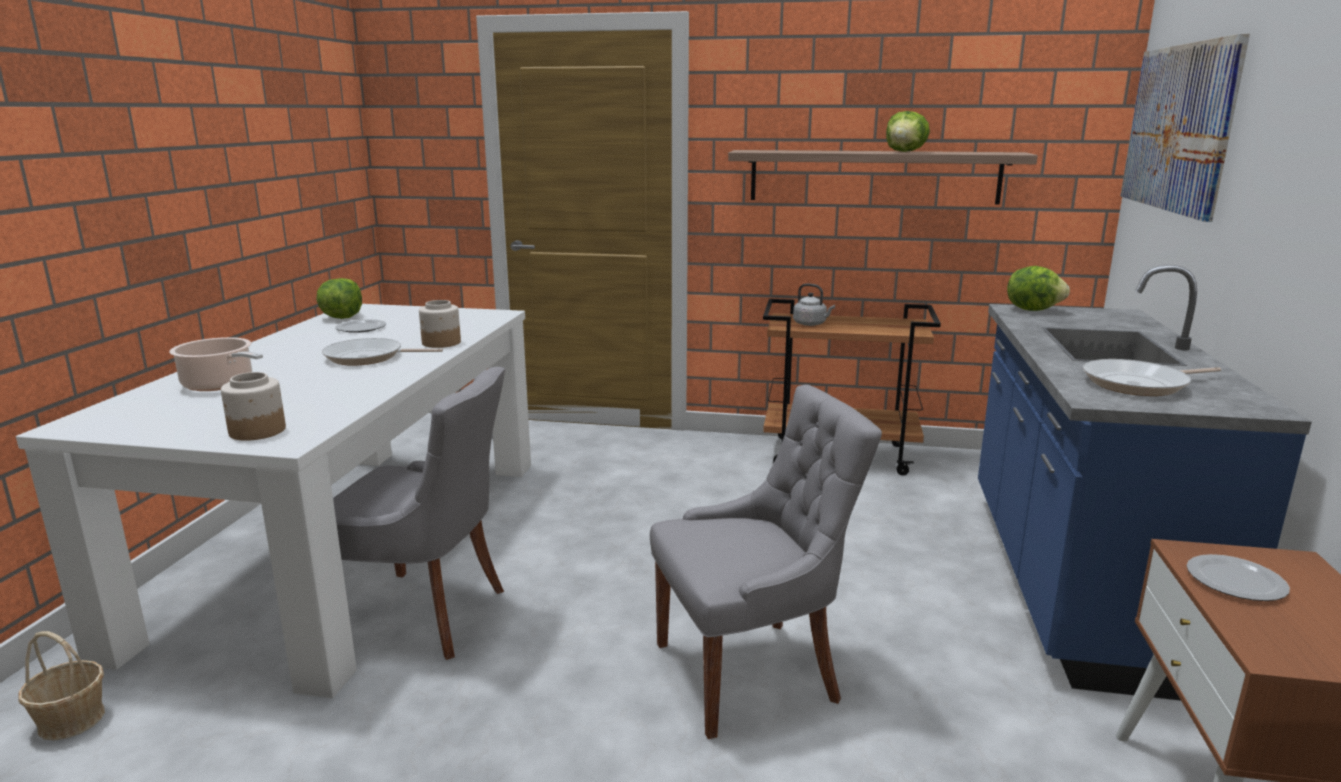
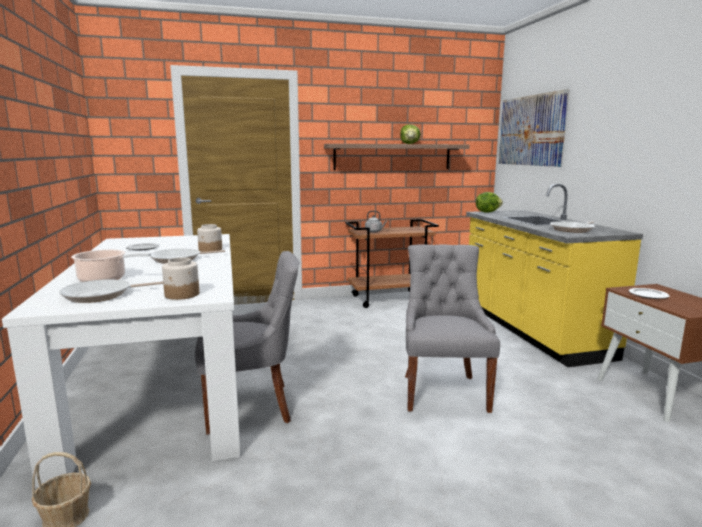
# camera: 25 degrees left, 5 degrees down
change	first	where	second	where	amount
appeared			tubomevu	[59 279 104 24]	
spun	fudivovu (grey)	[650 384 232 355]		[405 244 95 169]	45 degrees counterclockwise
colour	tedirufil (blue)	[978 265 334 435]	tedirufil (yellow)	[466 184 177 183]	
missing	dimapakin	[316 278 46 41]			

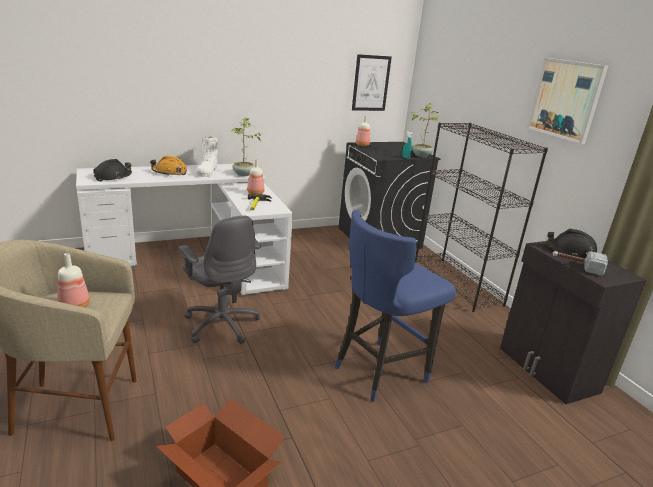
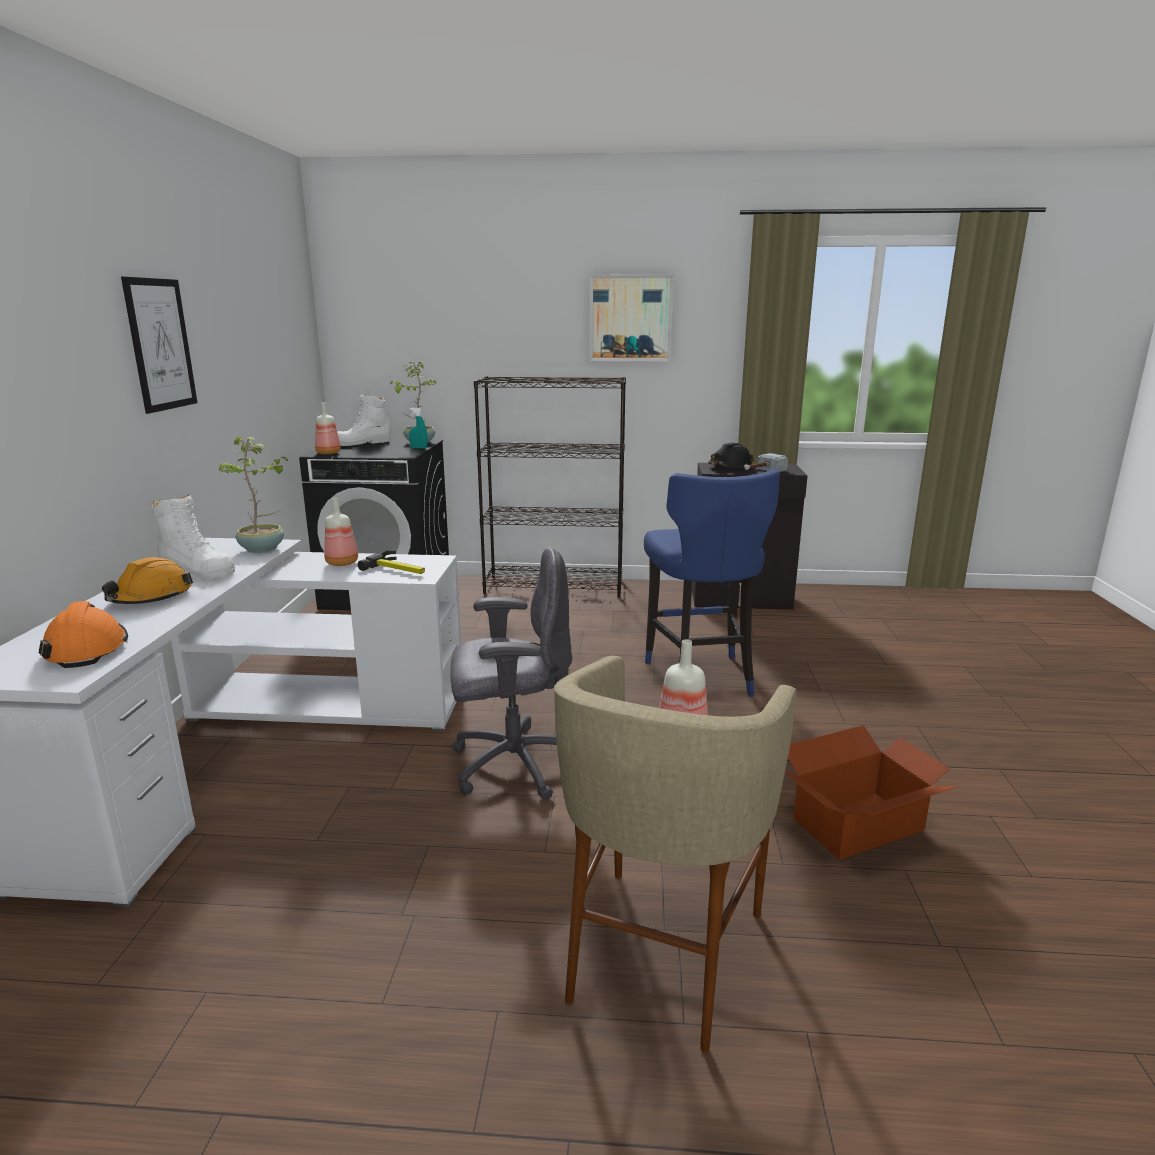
# camera: 60 degrees left, 5 degrees down
change	first	where	second	where	amount
colour	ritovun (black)	[93 159 39 22]	ritovun (orange)	[39 601 89 67]	
relocated	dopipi	[352 54 40 57]		[121 277 76 137]	
appeared			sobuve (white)	[337 394 54 52]	

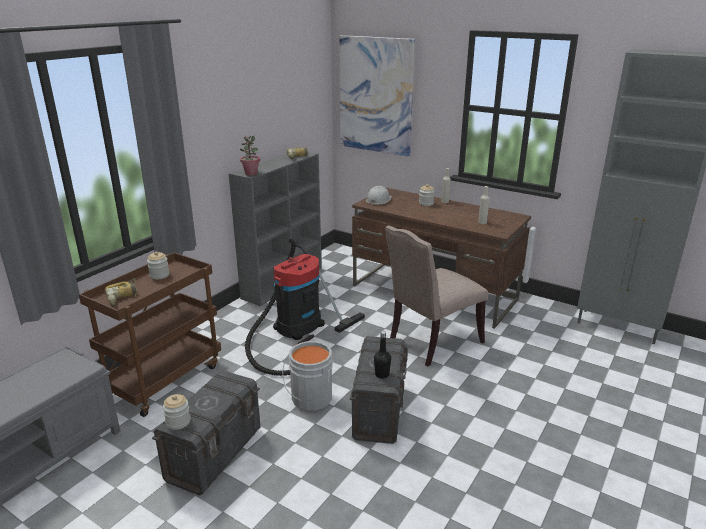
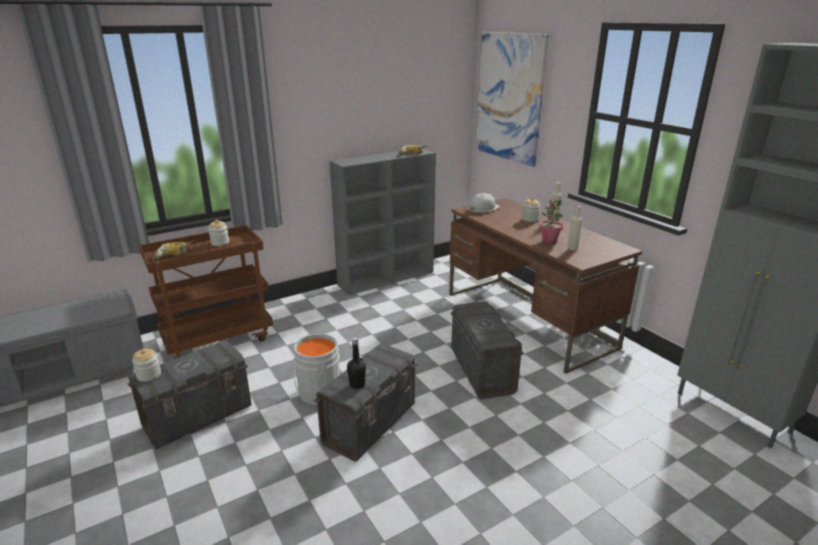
# camera: 25 degrees right, 0 degrees up
change	first	where	second	where	amount
exchanged	fudivovu (beige)	[385 225 103 142]	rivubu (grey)	[451 301 73 98]	
relocated	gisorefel	[240 136 20 39]		[540 199 23 45]	
missing	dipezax	[245 239 120 137]			

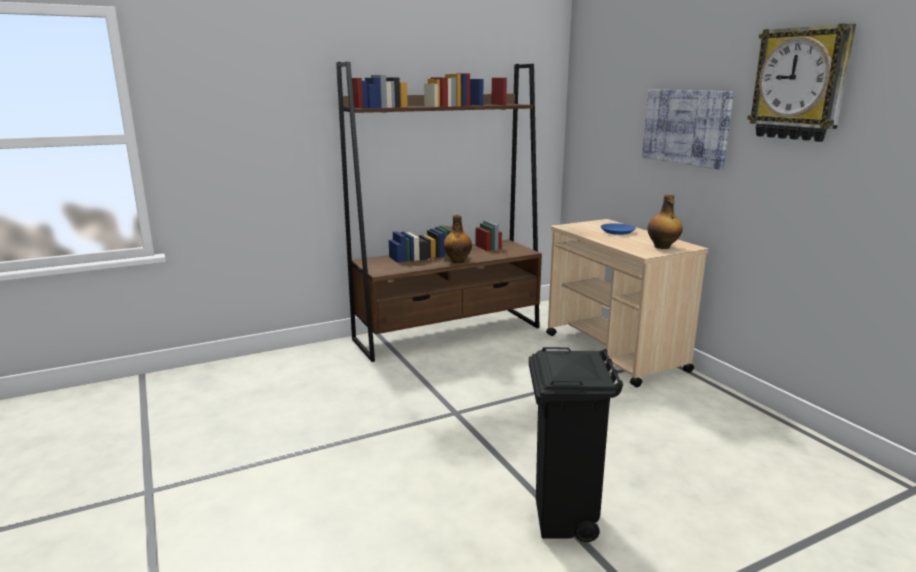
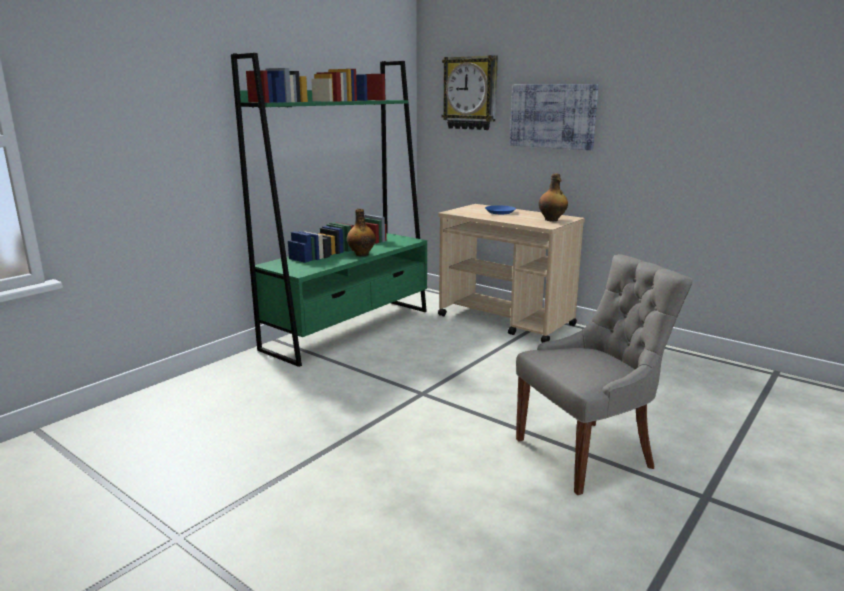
# camera: 25 degrees left, 0 degrees up
change	first	where	second	where	amount
colour	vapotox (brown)	[336 62 206 300]	vapotox (green)	[231 53 196 314]	
relocated	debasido	[747 23 109 119]		[442 55 56 75]	
exchanged	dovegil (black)	[529 347 94 195]	fudivovu (grey)	[516 254 177 241]	

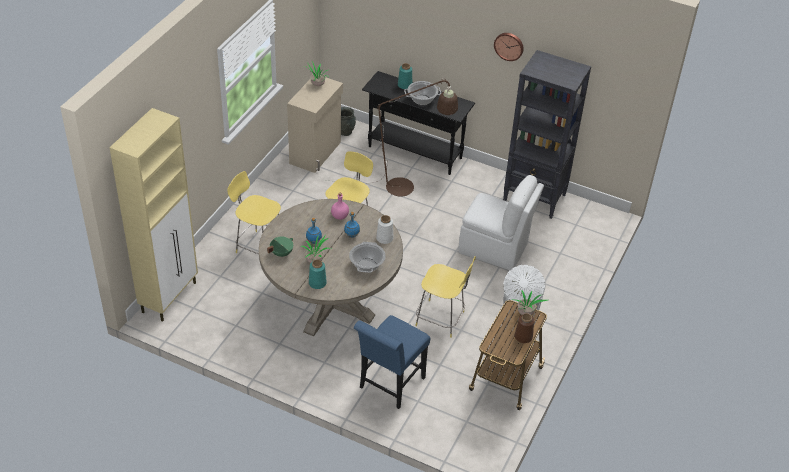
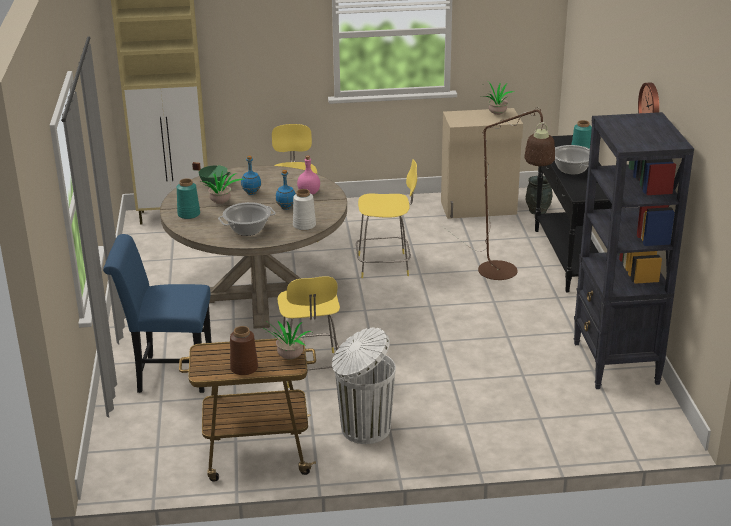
# camera: 60 degrees right, 15 degrees down
change	first	where	second	where	amount
missing	fudivovu (white)	[459 175 85 95]			

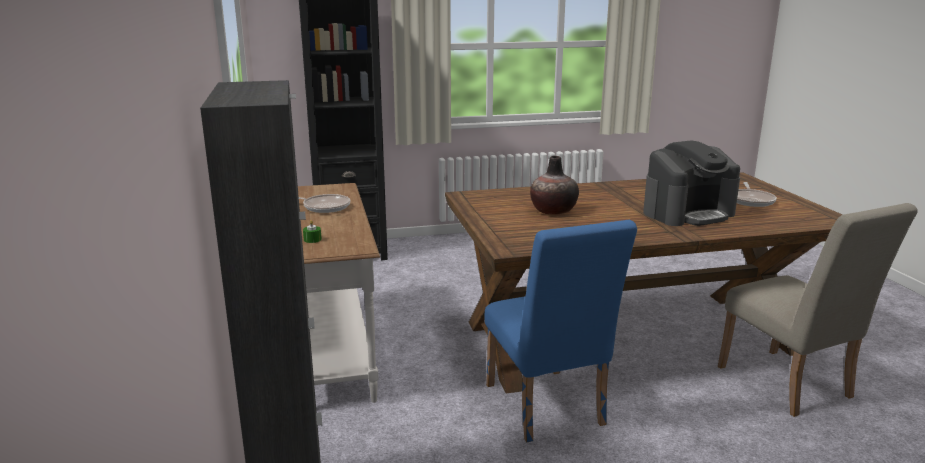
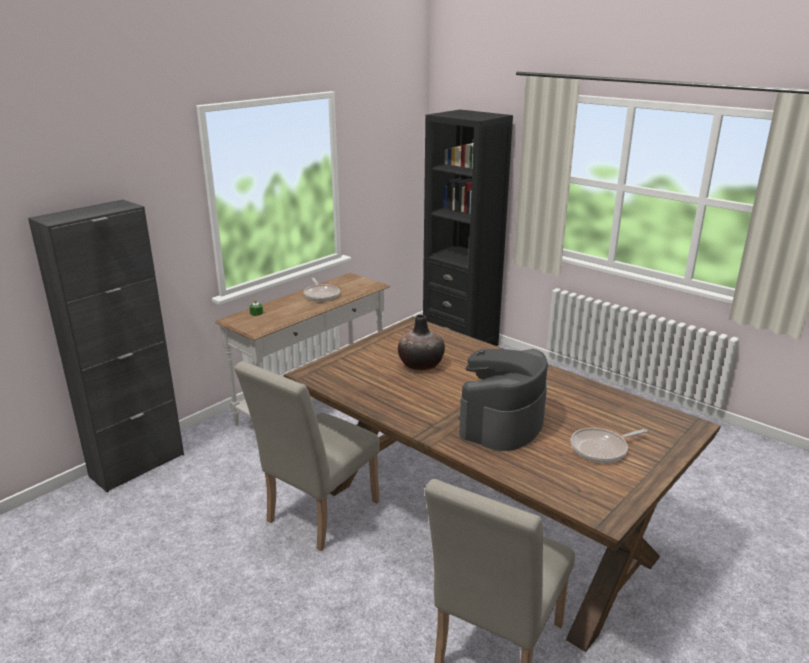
# camera: 55 degrees right, 5 degrees up
change	first	where	second	where	amount
colour	fudivovu (blue)	[484 220 153 222]	fudivovu (beige)	[234 361 146 190]	
spun	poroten	[643 140 97 86]		[458 349 90 102]	90 degrees clockwise

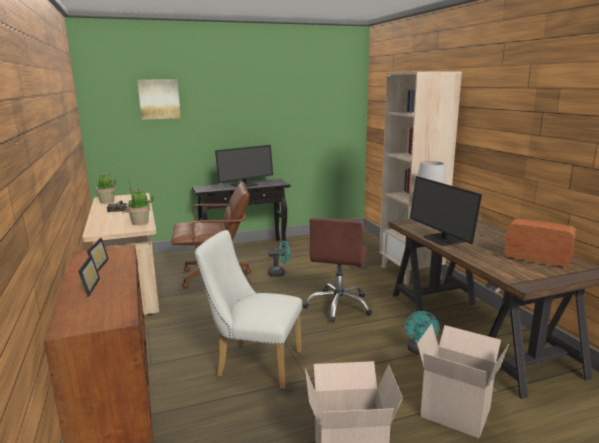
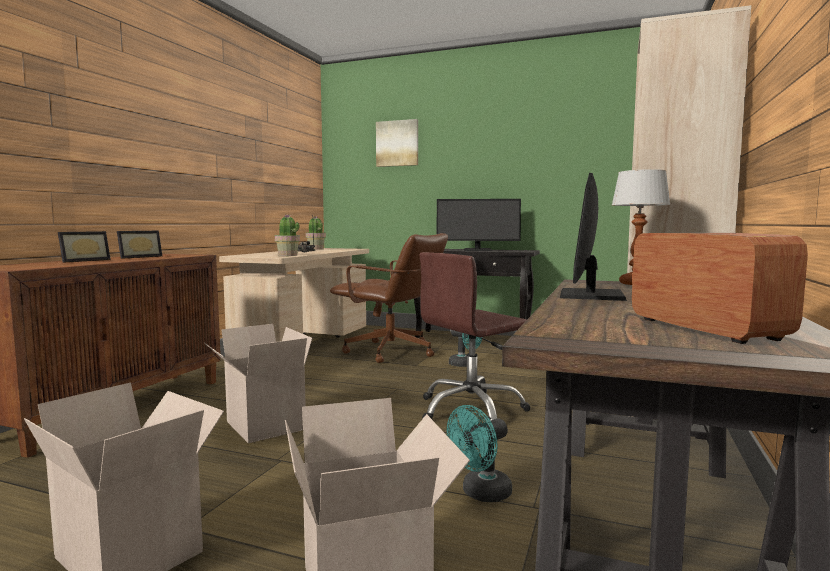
# camera: 40 degrees right, 10 degrees down
change	first	where	second	where	amount
exchanged	fudivovu (white)	[195 230 107 159]	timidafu	[204 324 109 119]	

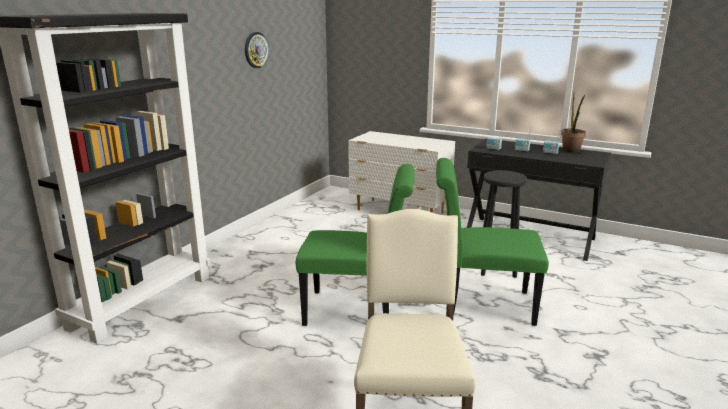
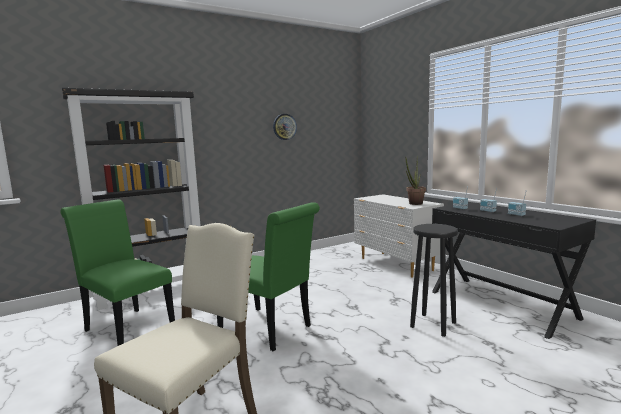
# camera: 30 degrees right, 10 degrees down
change	first	where	second	where	amount
relocated	fudivovu (green)	[436 158 113 168]		[60 200 115 146]	
relocated	gisorefel	[561 94 25 59]		[405 158 21 47]	

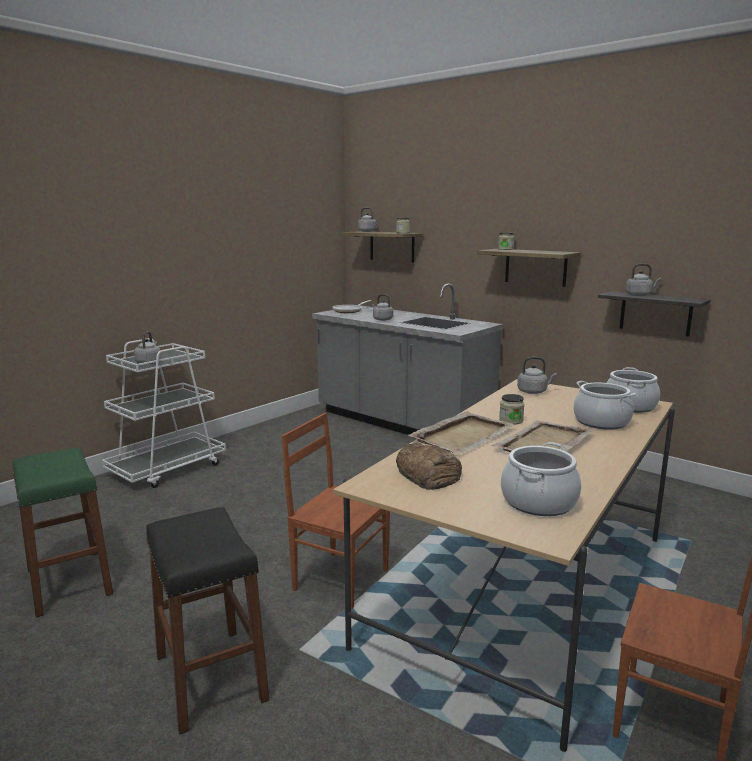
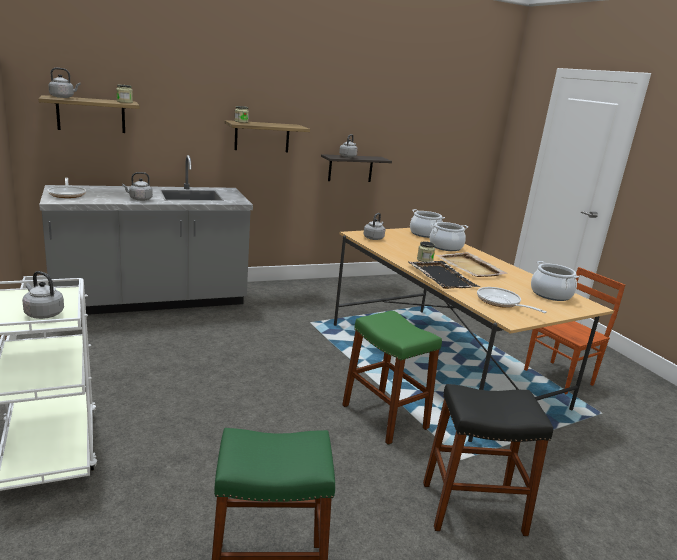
# camera: 65 degrees left, 5 degrees up
change	first	where	second	where	amount
exchanged	fudivovu (brown)	[282 413 108 196]	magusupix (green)	[342 311 100 134]	
colour	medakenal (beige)	[408 411 107 43]	medakenal (black)	[408 261 72 28]	
exchanged	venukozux	[396 443 66 47]	tubomevu	[477 287 70 26]	

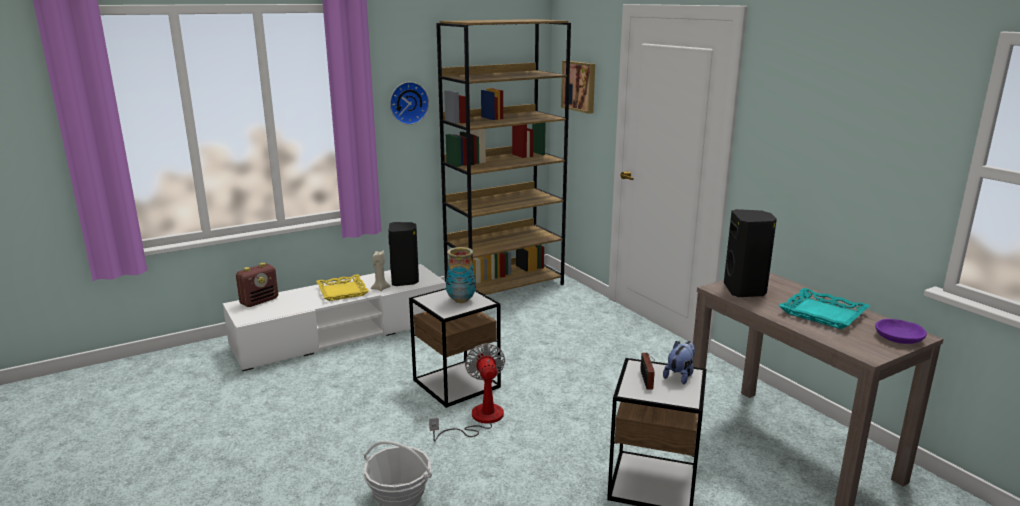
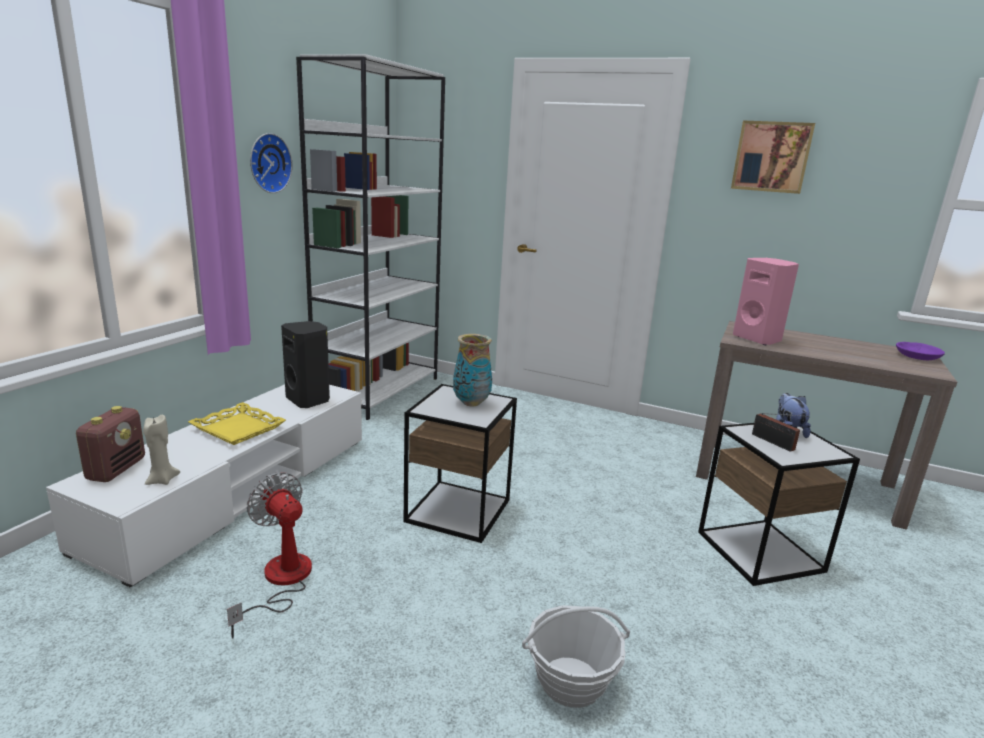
# camera: 35 degrees left, 0 degrees up
change	first	where	second	where	amount
relocated	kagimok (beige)	[371 251 20 40]		[143 415 37 70]	
relocated	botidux	[429 343 76 99]		[227 472 85 167]	
colour	vapotox (brown)	[436 19 135 276]	vapotox (white)	[296 54 149 366]	
relocated	dopipi	[561 61 34 53]		[731 120 84 74]	
colour	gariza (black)	[724 209 53 88]	gariza (pink)	[733 258 66 87]	
missing	medakenal (turquoise)	[779 288 91 41]			

